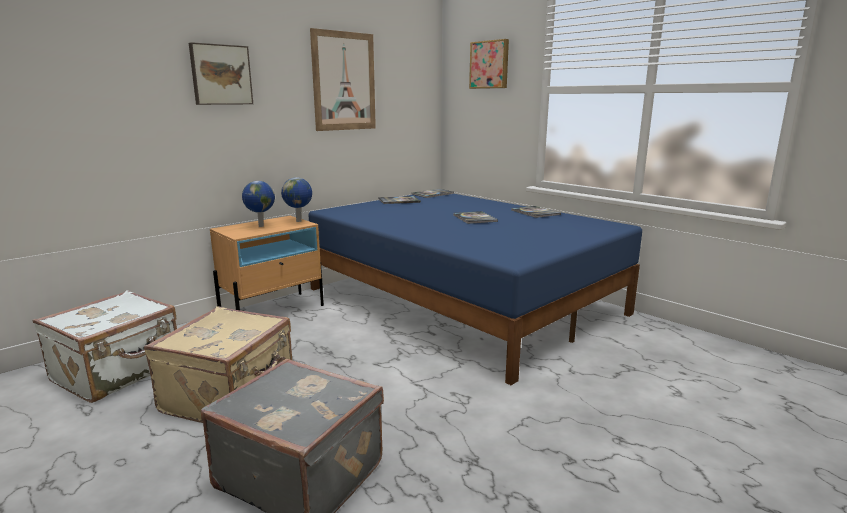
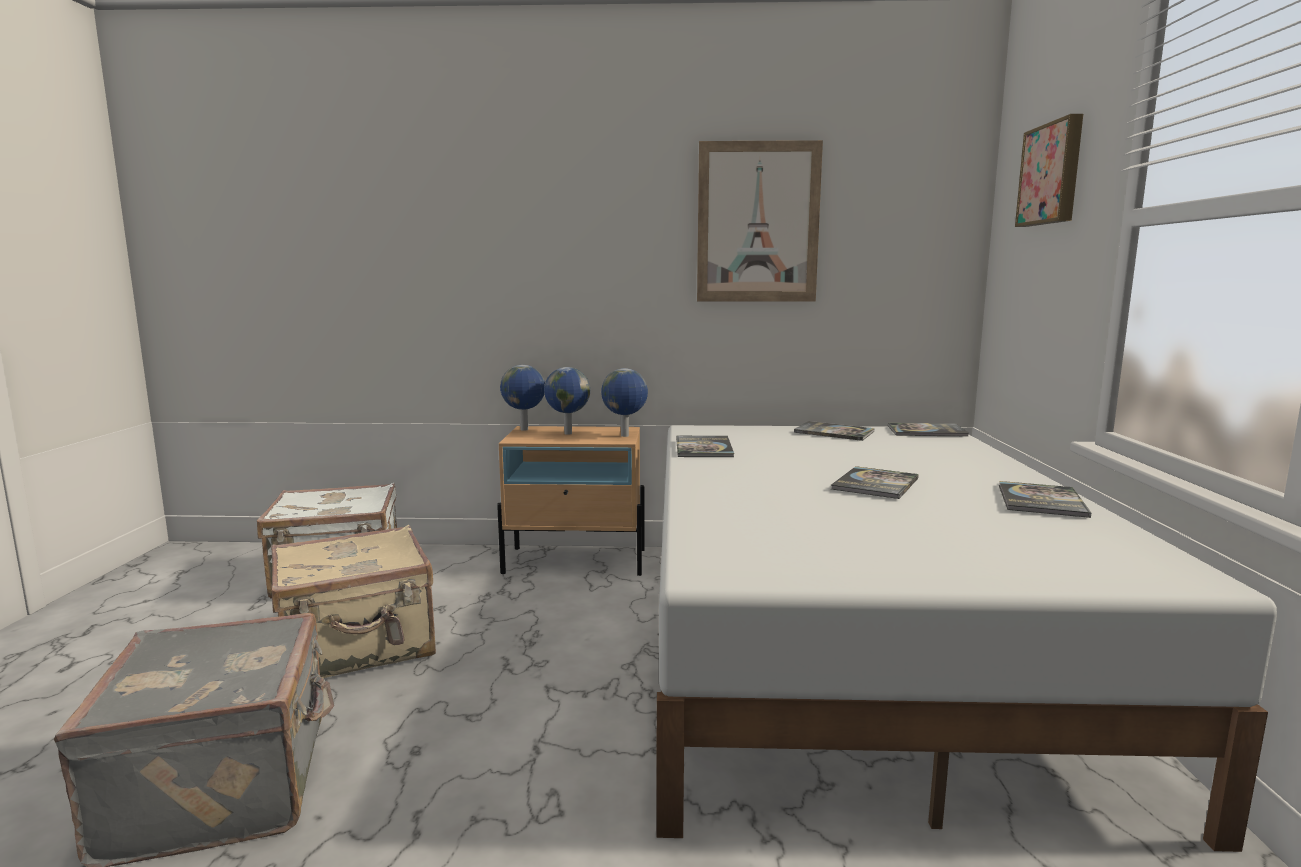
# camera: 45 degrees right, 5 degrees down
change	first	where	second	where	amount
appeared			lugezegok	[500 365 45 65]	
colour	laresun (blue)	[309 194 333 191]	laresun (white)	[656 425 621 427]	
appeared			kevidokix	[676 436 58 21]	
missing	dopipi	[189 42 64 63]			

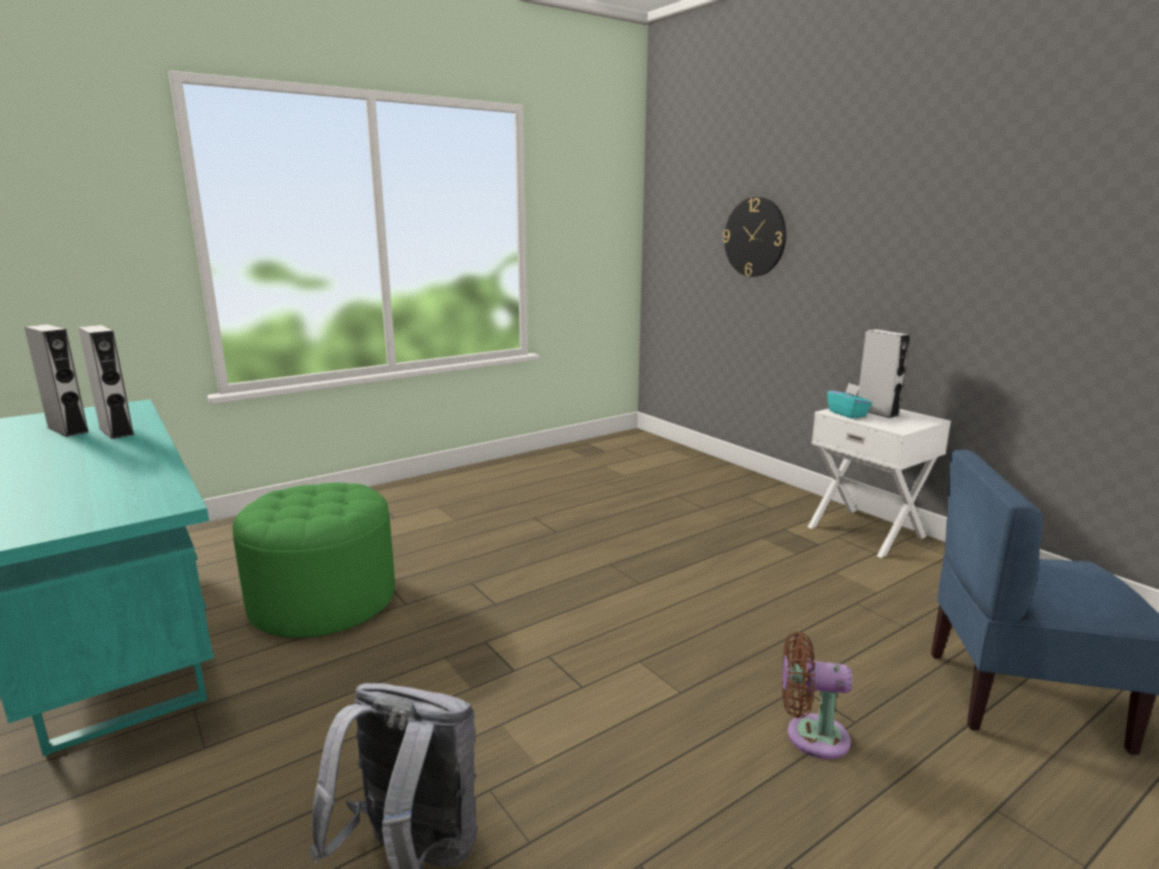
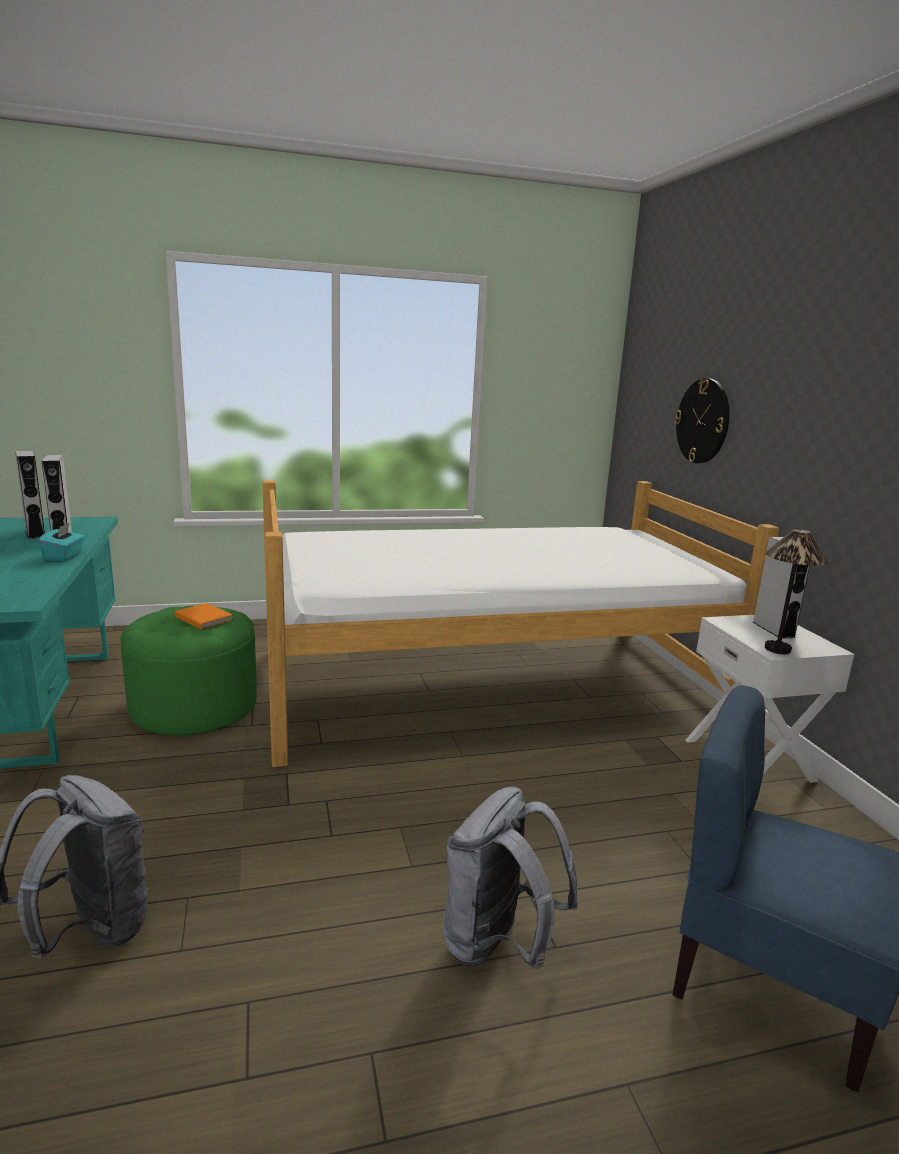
# camera: 20 degrees right, 0 degrees up
change	first	where	second	where	amount
relocated	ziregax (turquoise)	[827 383 45 36]		[38 523 46 38]	
appeared			kevidokix (orange)	[175 603 58 27]	
appeared			laresun	[262 480 517 287]	
exchanged	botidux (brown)	[782 632 70 127]	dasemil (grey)	[443 786 135 183]	
appeared			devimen	[765 529 64 125]	

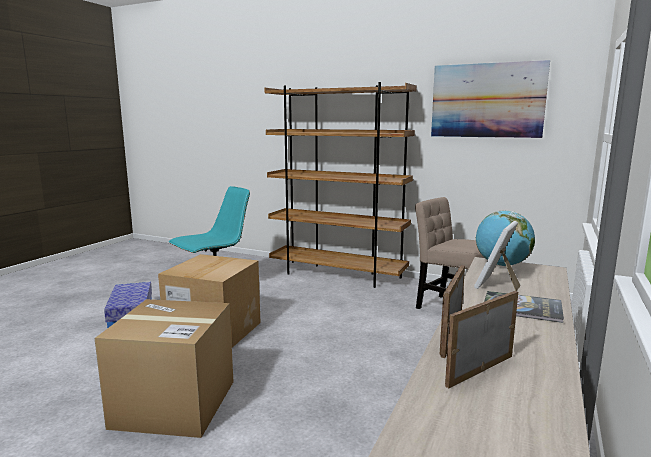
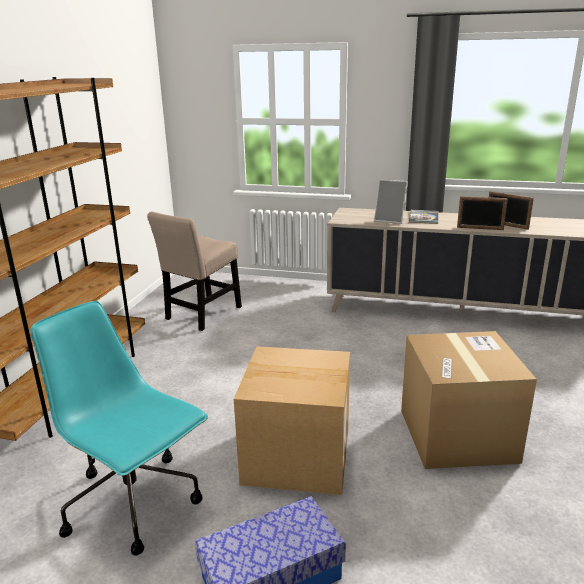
# camera: 100 degrees left, 10 degrees up
change	first	where	second	where	amount
missing	dopipi	[431 60 119 78]			
missing	lugezegok	[476 211 59 55]			

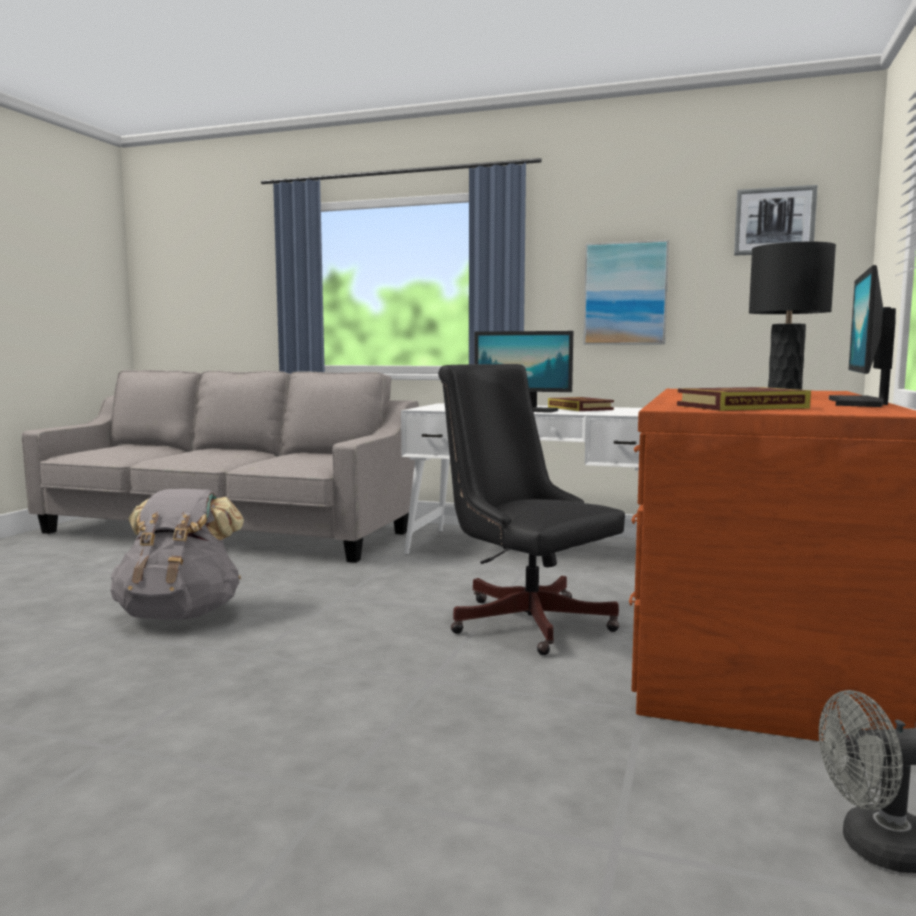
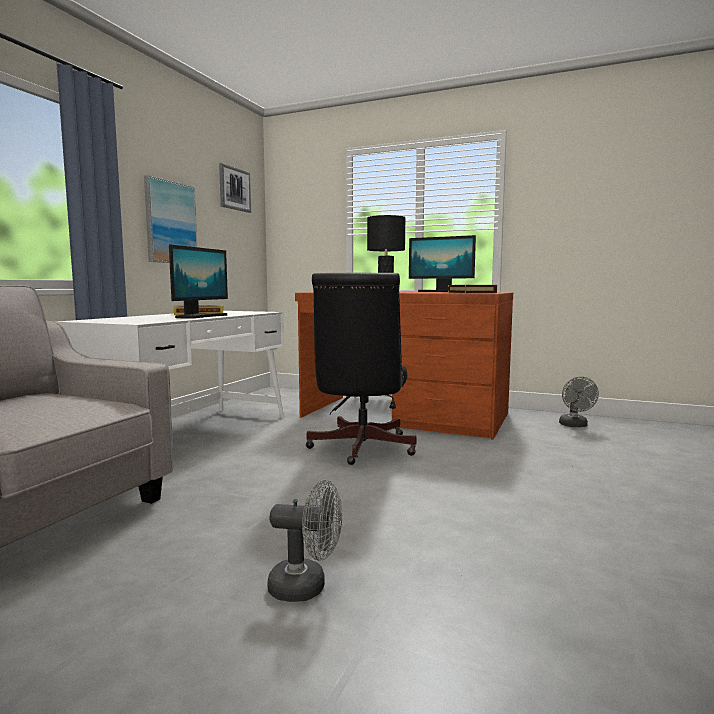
# camera: 85 degrees left, 0 degrees up
change	first	where	second	where	amount
exchanged	dasemil (grey)	[110 489 134 131]	botidux (grey)	[267 480 75 122]	
spun	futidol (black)	[438 364 187 291]		[306 273 111 192]	45 degrees counterclockwise

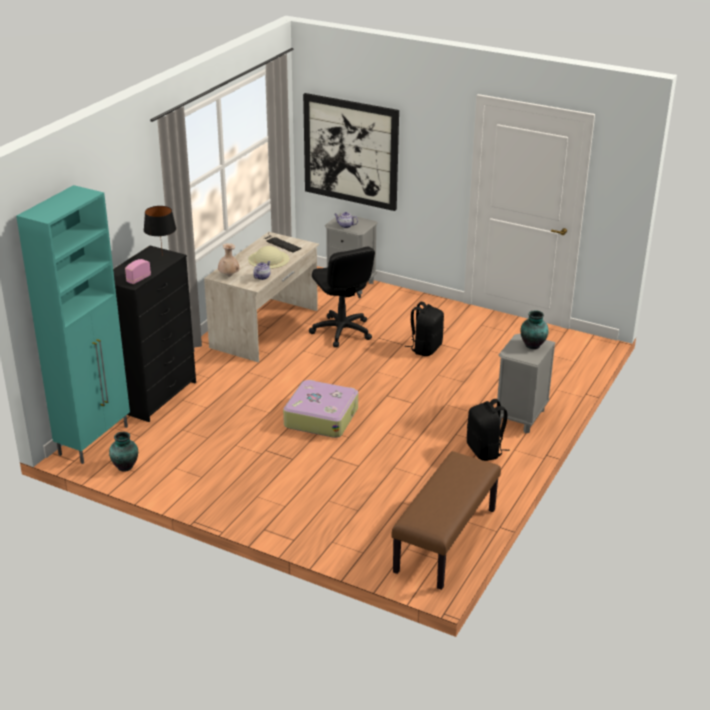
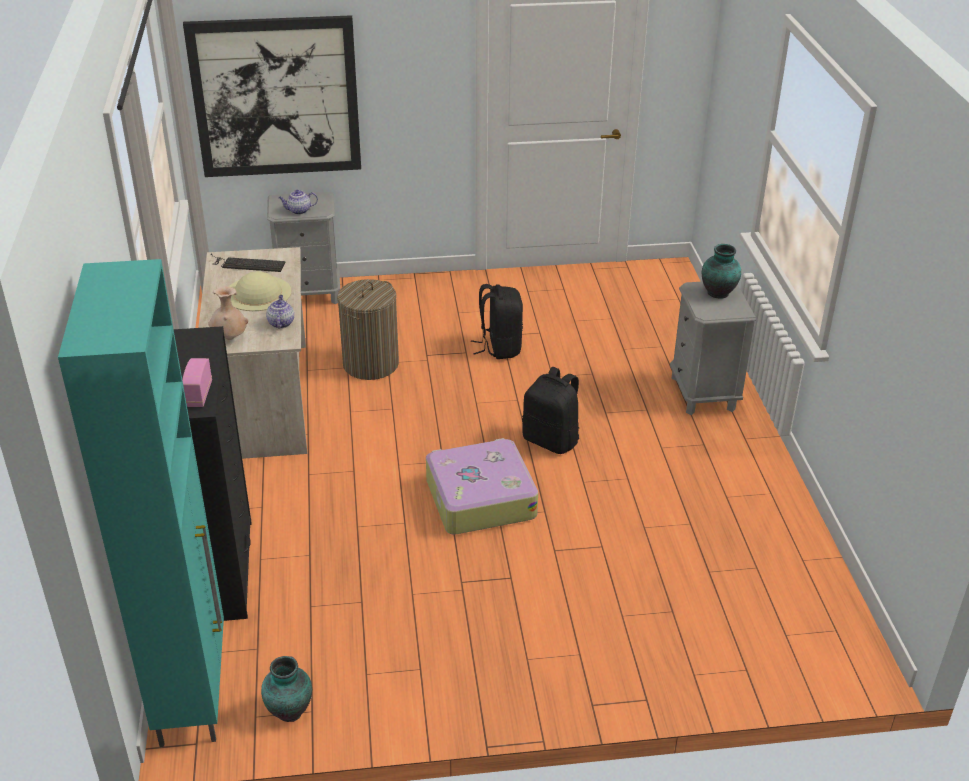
# camera: 35 degrees left, 5 degrees up
change	first	where	second	where	amount
exchanged	futidol (black)	[309 247 66 100]	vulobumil	[337 279 62 101]	
relocated	dasemil (black)	[467 399 43 62]		[522 367 57 87]	
missing	devimen (black)	[144 206 32 50]			
missing	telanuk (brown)	[391 451 110 139]			

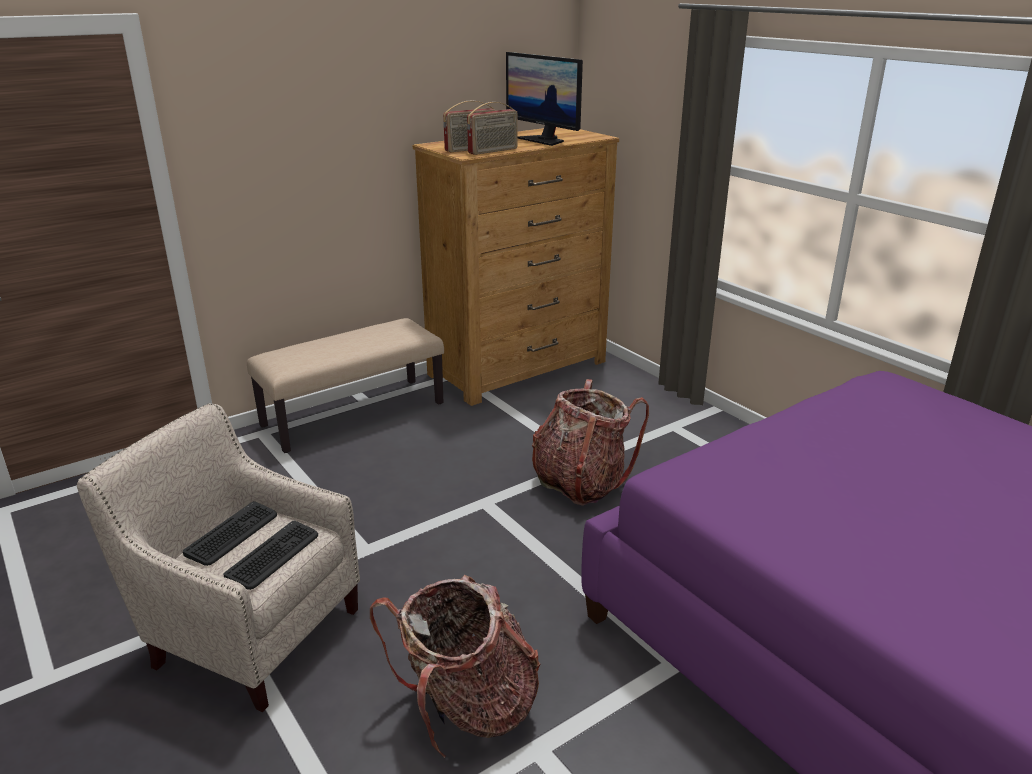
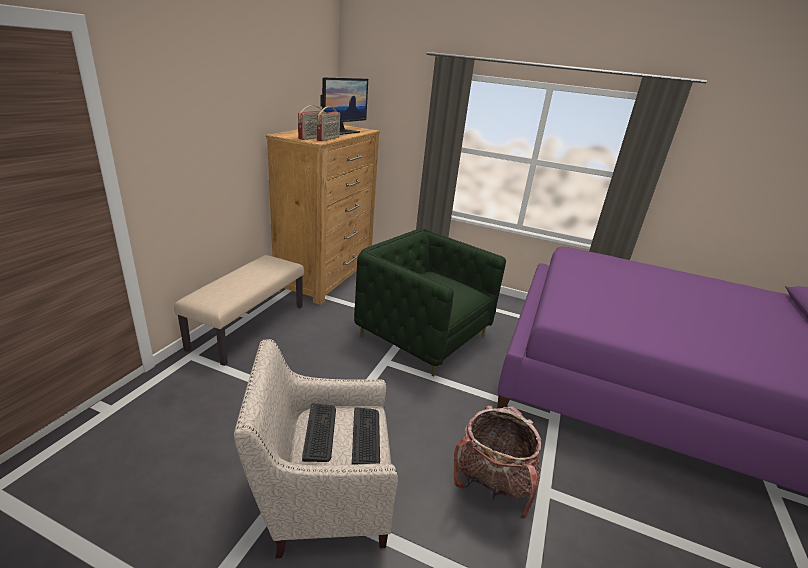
# camera: 35 degrees left, 0 degrees up
change	first	where	second	where	amount
spun	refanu	[506 52 77 94]		[320 77 48 58]	75 degrees counterclockwise
exchanged	dasemil	[532 379 117 127]	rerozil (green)	[354 229 152 147]	

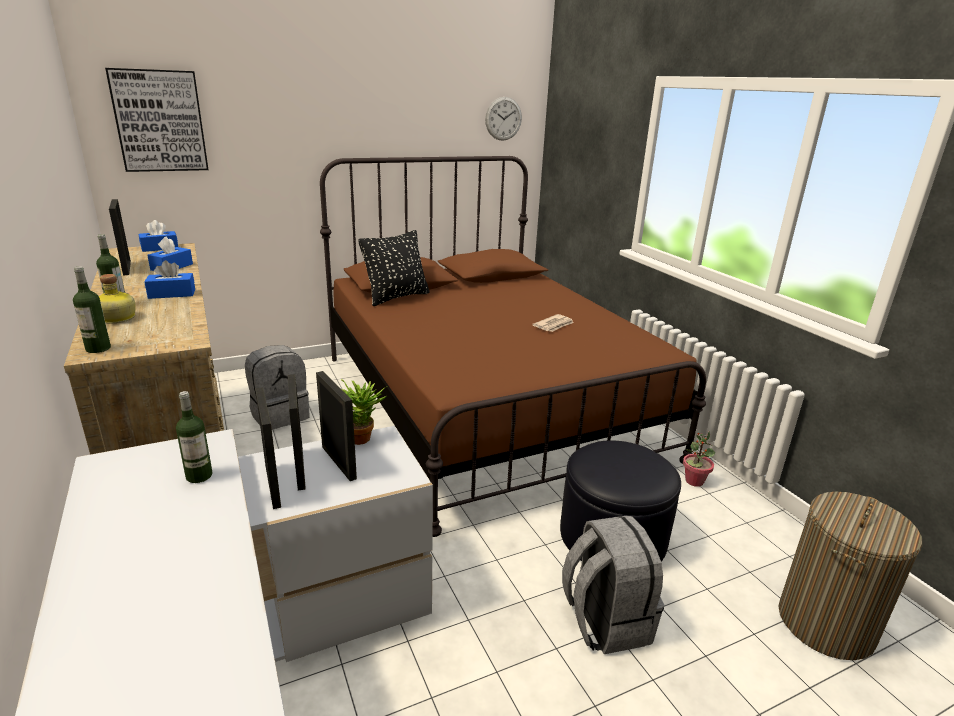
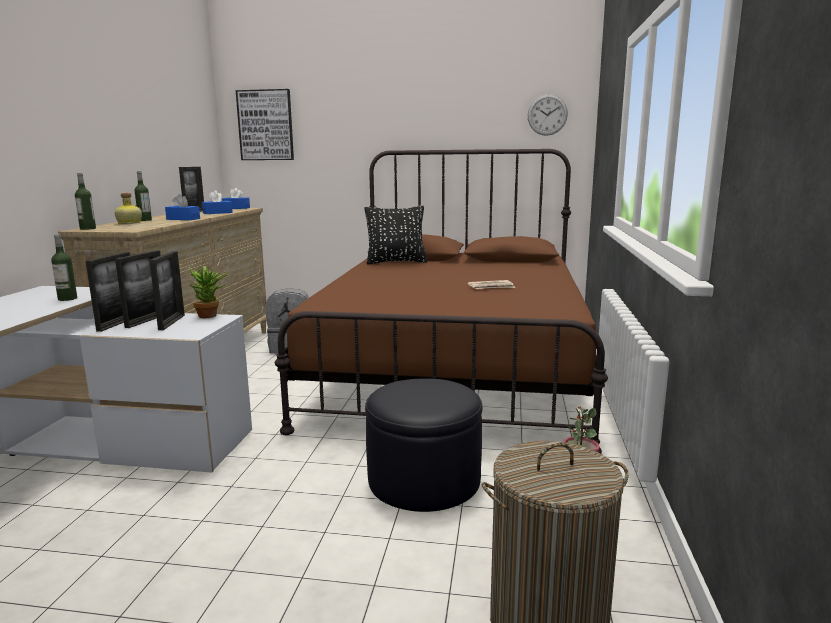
# camera: 35 degrees right, 10 degrees down
change	first	where	second	where	amount
missing	dasemil (grey)	[562 515 102 139]			

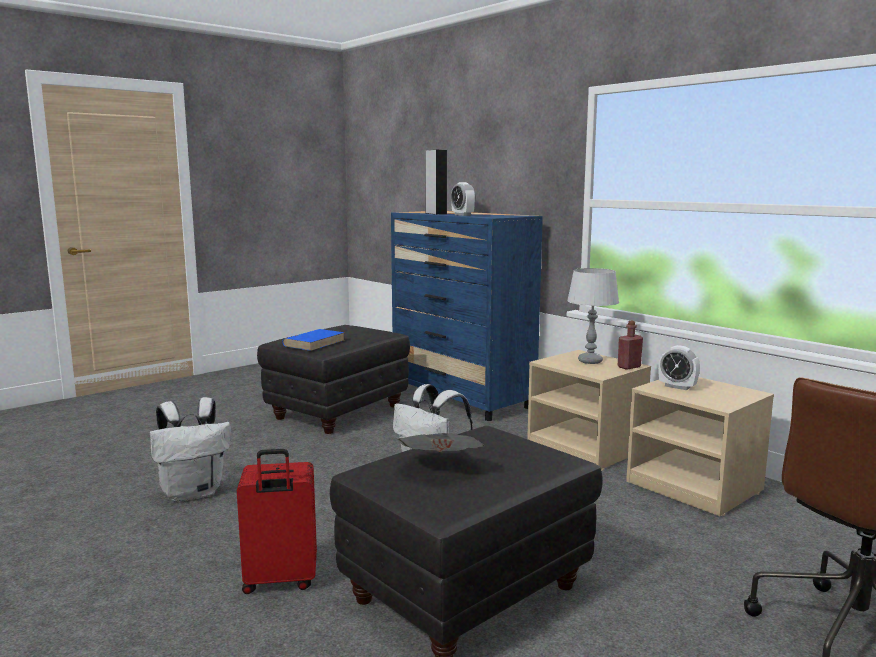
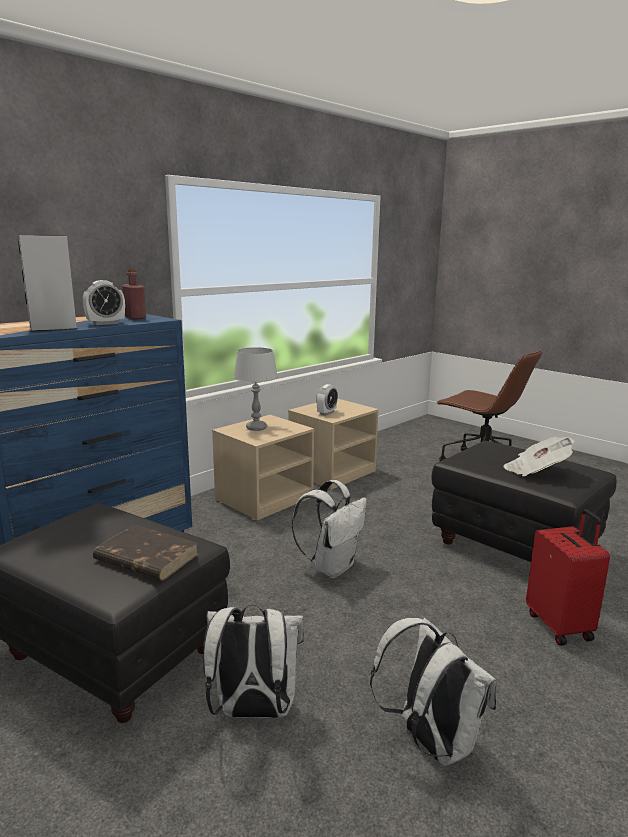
# camera: 95 degrees left, 5 degrees up
change	first	where	second	where	amount
colour	kevidokix (blue)	[283 329 62 22]	kevidokix (brown)	[93 525 106 56]	
relocated	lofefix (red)	[618 321 25 49]		[122 268 24 52]	
appeared			dasemil (white)	[203 604 101 114]	

